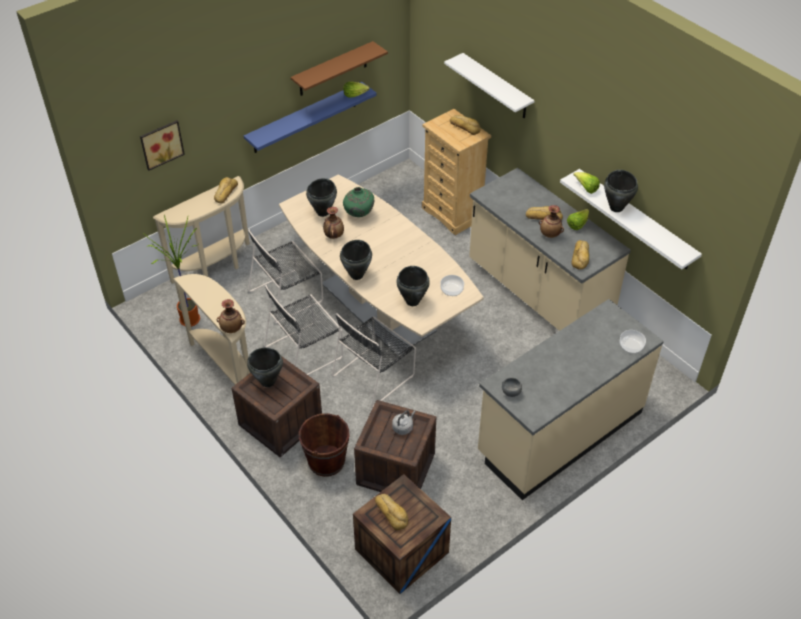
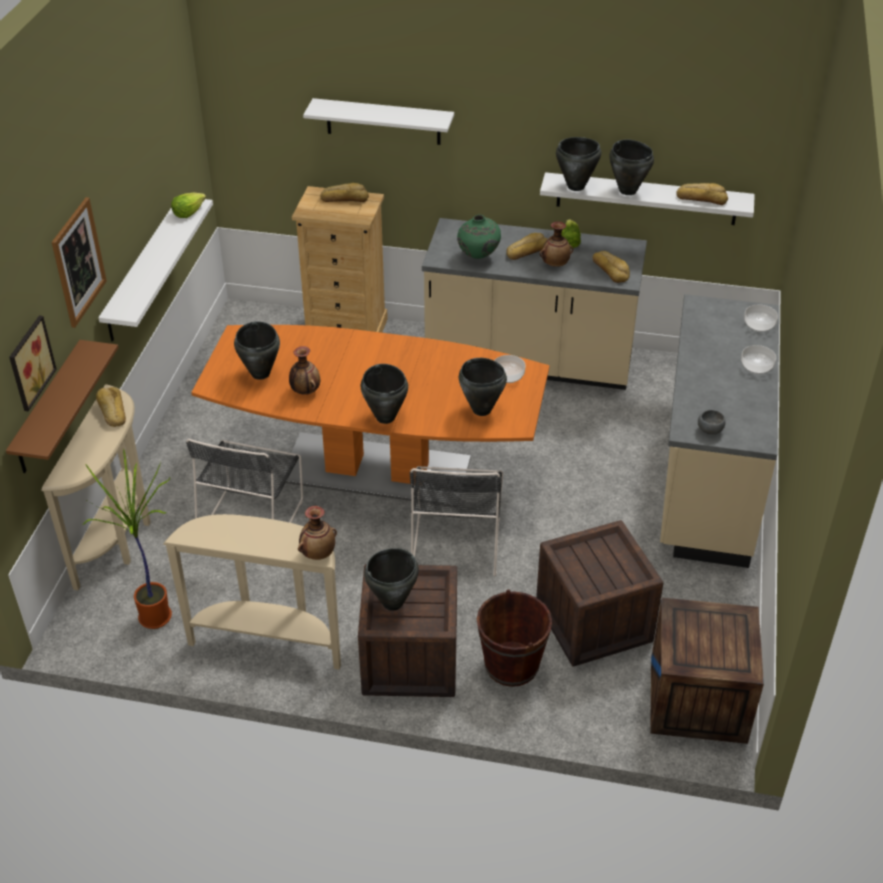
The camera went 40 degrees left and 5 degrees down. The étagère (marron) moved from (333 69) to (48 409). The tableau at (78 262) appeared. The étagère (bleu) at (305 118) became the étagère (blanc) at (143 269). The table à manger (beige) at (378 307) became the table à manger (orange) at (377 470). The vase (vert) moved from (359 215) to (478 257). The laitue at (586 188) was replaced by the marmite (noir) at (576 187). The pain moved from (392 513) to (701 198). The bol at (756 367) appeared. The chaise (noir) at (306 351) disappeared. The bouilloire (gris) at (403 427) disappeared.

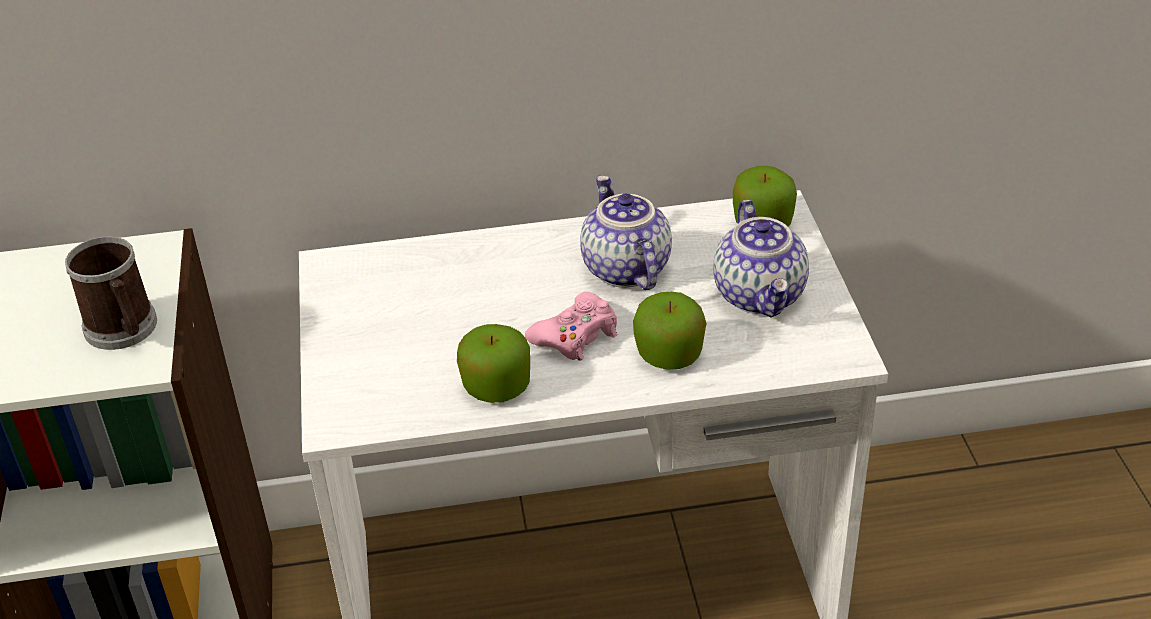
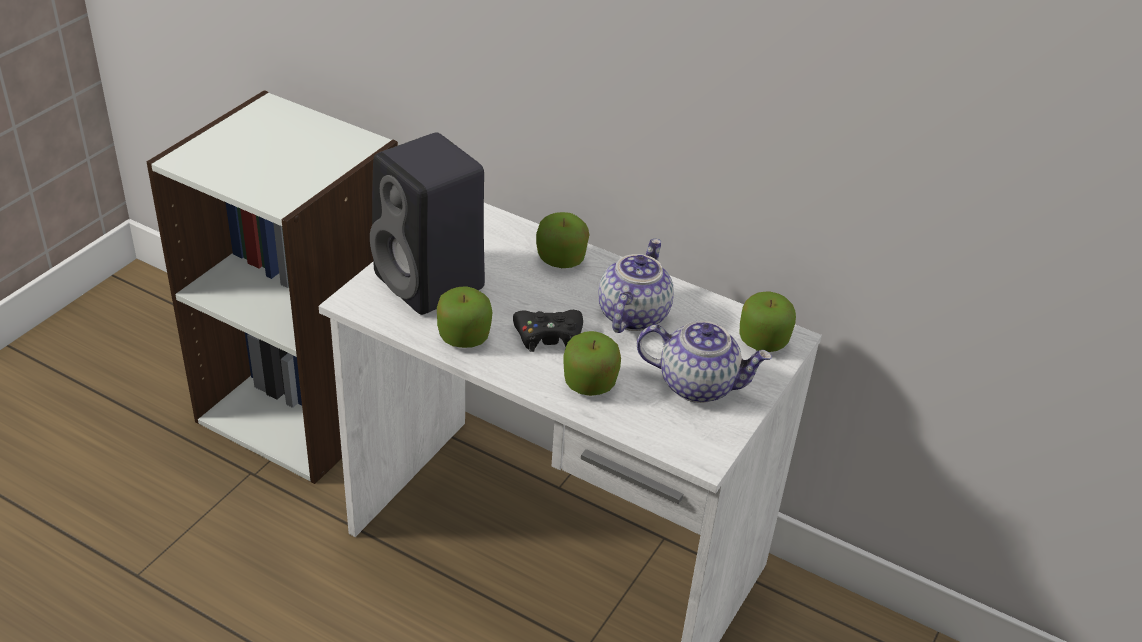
The camera went 35 degrees right and 0 degrees up. The enceinte (noir) at (432 283) appeared. The manette (rose) at (576 336) became the manette (noir) at (548 336). The pomme at (561 259) appeared. The théière at (761 295) turned 105 degrees counterclockwise. The mug at (124 330) disappeared.

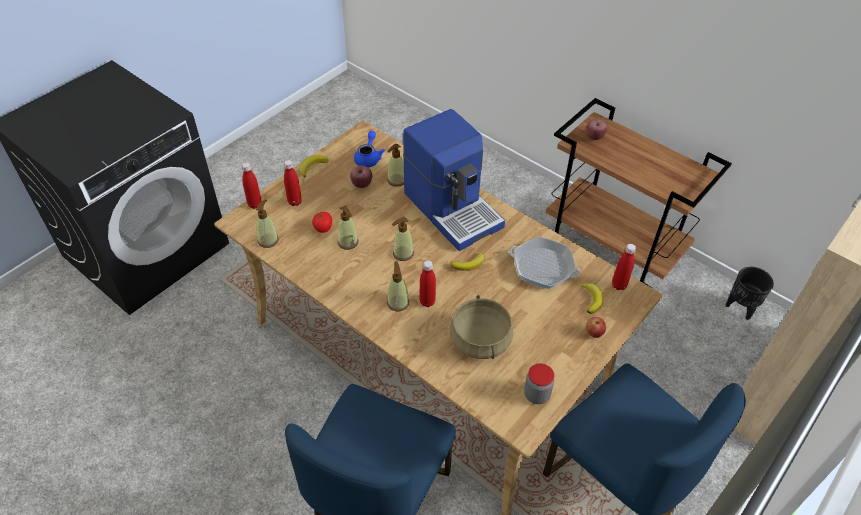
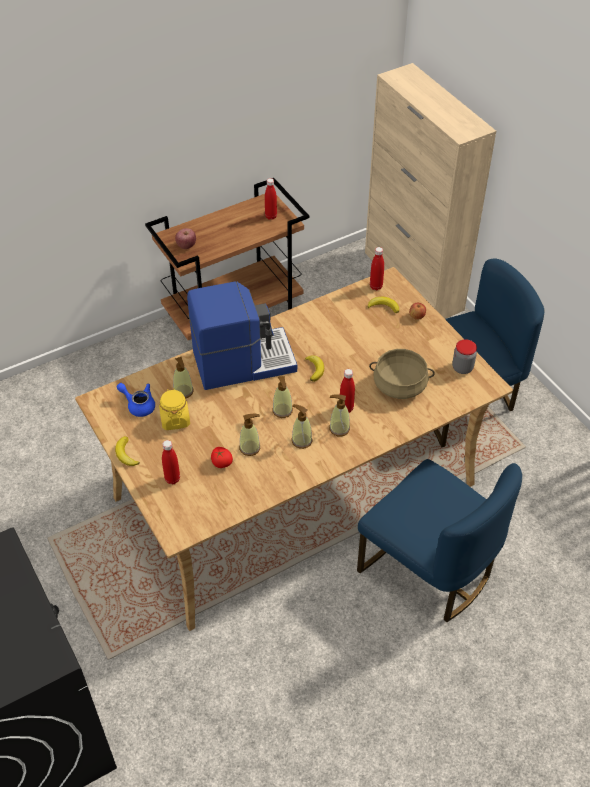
The camera went 70 degrees left and 0 degrees up. The pomme at (362 184) was replaced by the bocal (jaune) at (175 419). The bouteille (rouge) moved from (255 204) to (271 216). The distributeur de savon moved from (268 240) to (301 440). The poêle at (543 267) disappeared. The cache-pot (noir) at (740 308) disappeared.

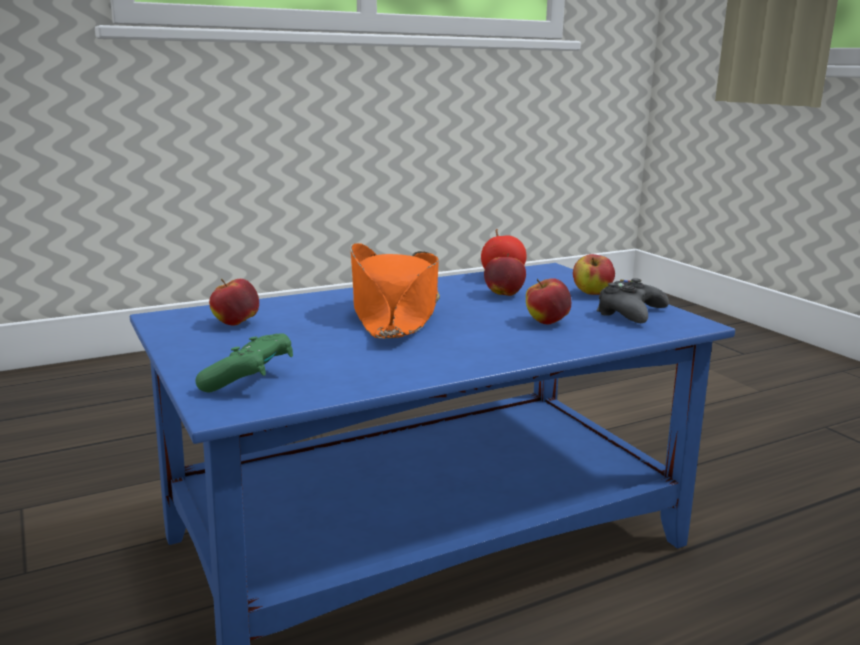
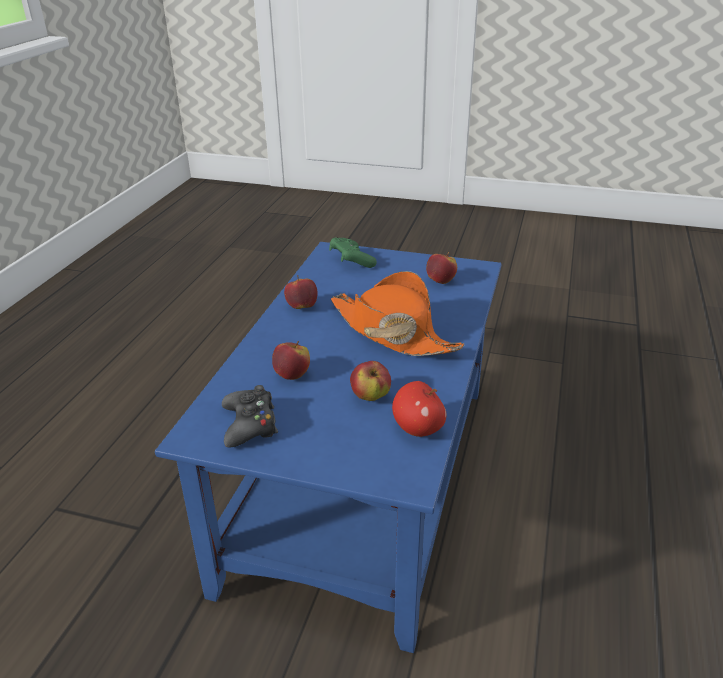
The camera went 135 degrees right and 15 degrees up. The pomme moved from (592 294) to (302 307).

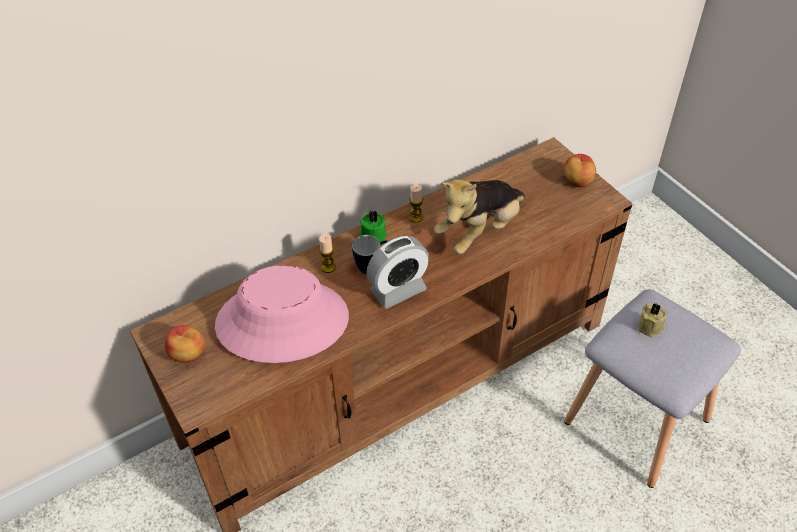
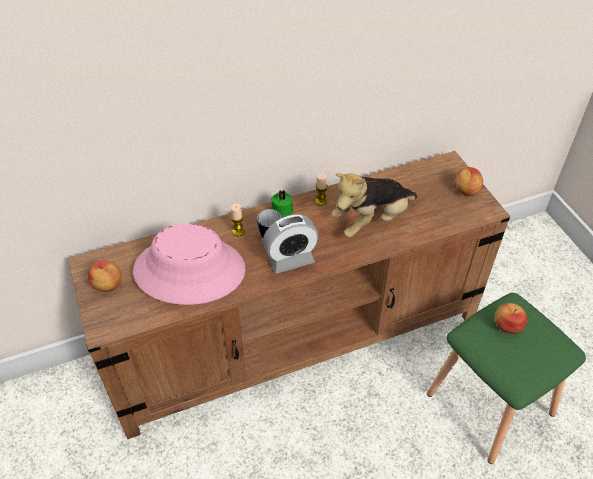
The camera went 10 degrees right and 0 degrees up. The tabouret (gris) at (636 423) became the tabouret (vert) at (489 405). The bougie (beige) at (651 327) was replaced by the pomme at (507 325).

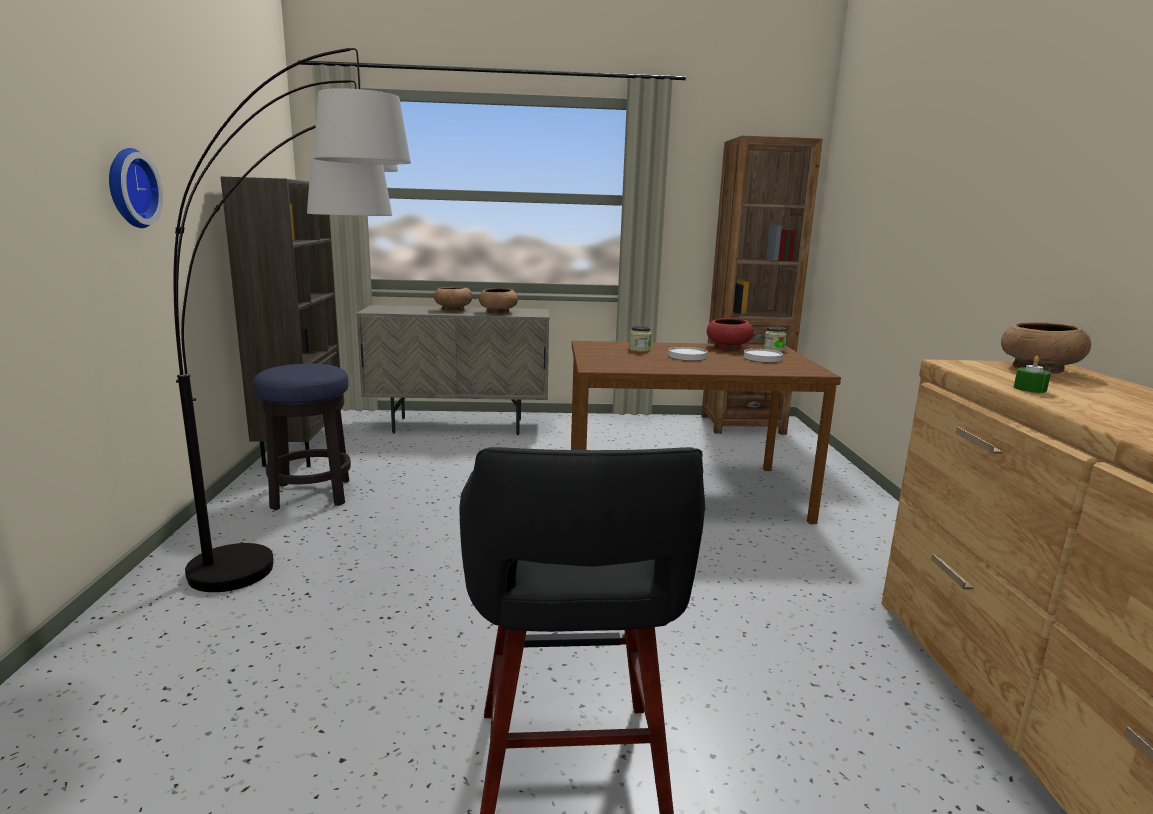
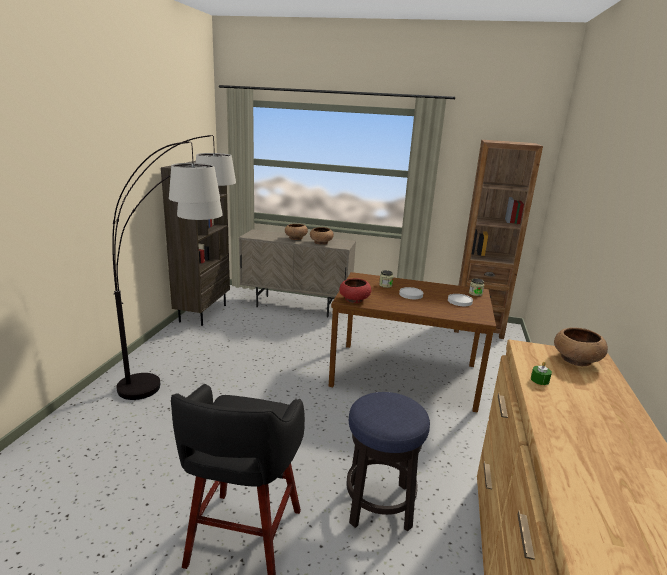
The camera went 15 degrees right and 5 degrees up. The bol (rouge) moved from (728 347) to (354 300). The tabouret moved from (311 495) to (379 505). The horloge murale at (129 188) disappeared.

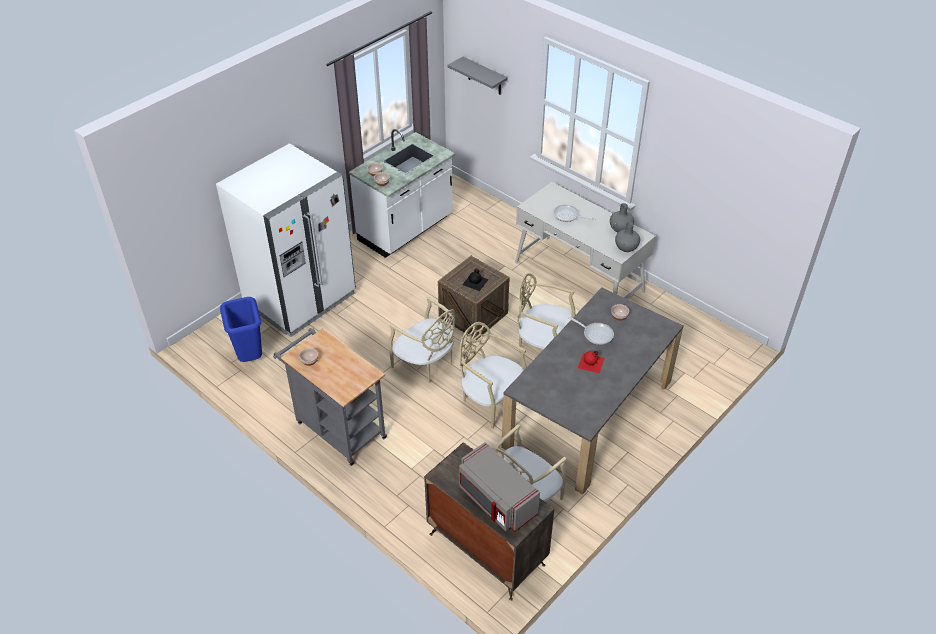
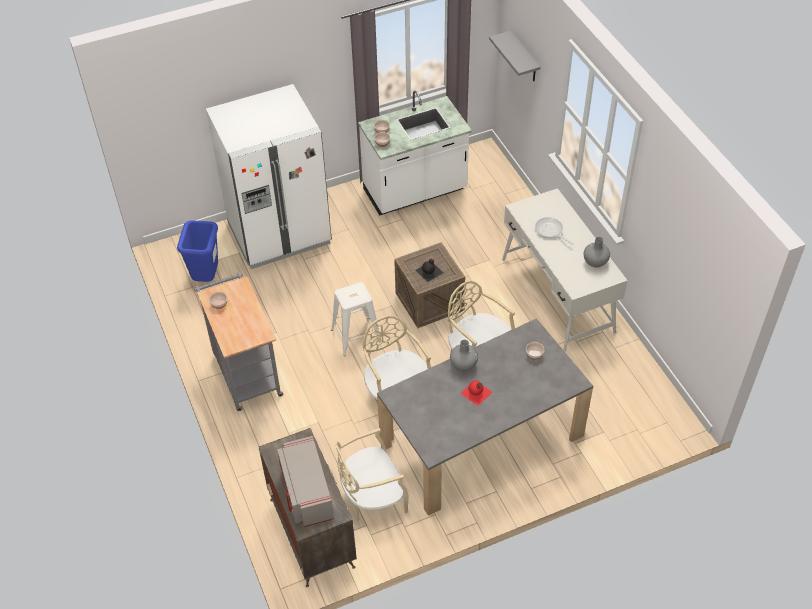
The camera went 25 degrees right and 5 degrees up. The chaise (beige) at (425 364) was replaced by the tabouret (blanc) at (356 336). The vase (gris) moved from (626 248) to (463 364). The poêle at (595 334) disappeared.

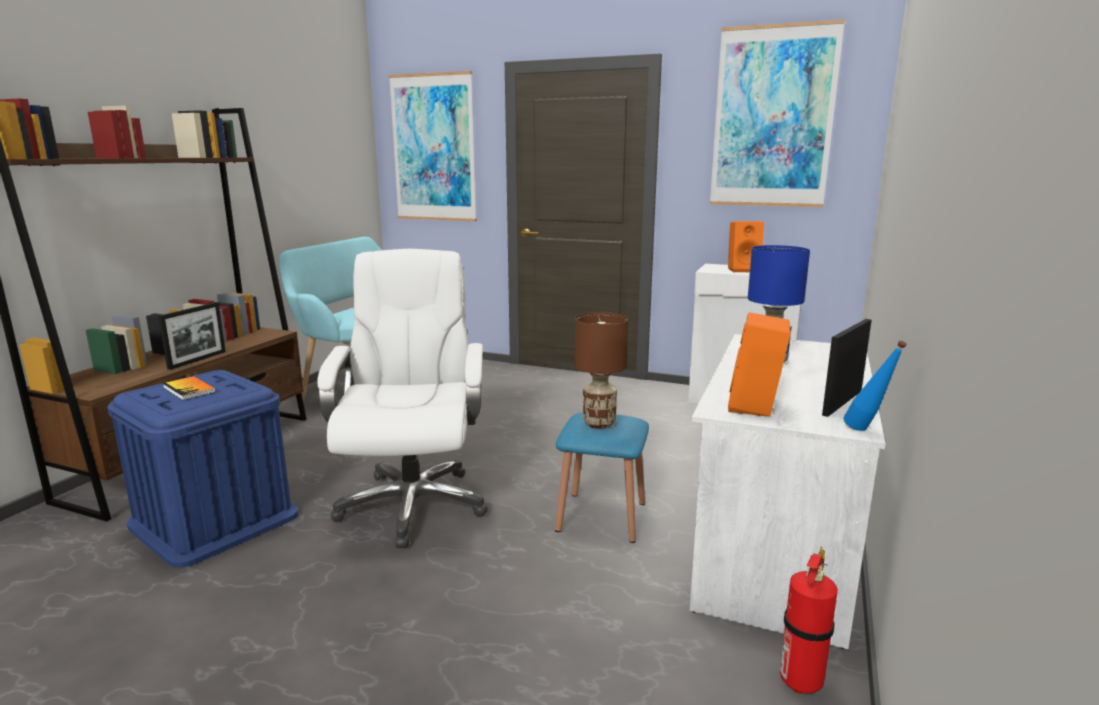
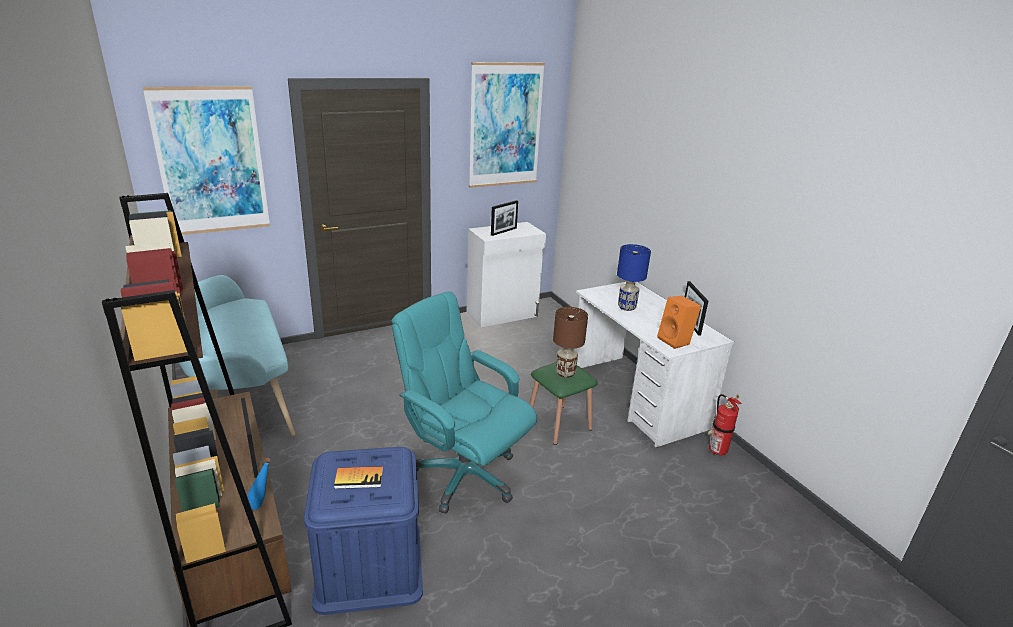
The camera went 50 degrees left and 10 degrees up. The bouteille (bleu) moved from (867 431) to (262 507). The chaise de bureau (blanc) at (412 504) became the chaise de bureau (turquoise) at (463 475). The enceinte (orange) at (744 270) was replaced by the cadre photo at (503 231). The tabouret (bleu) at (601 516) became the tabouret (vert) at (559 424).

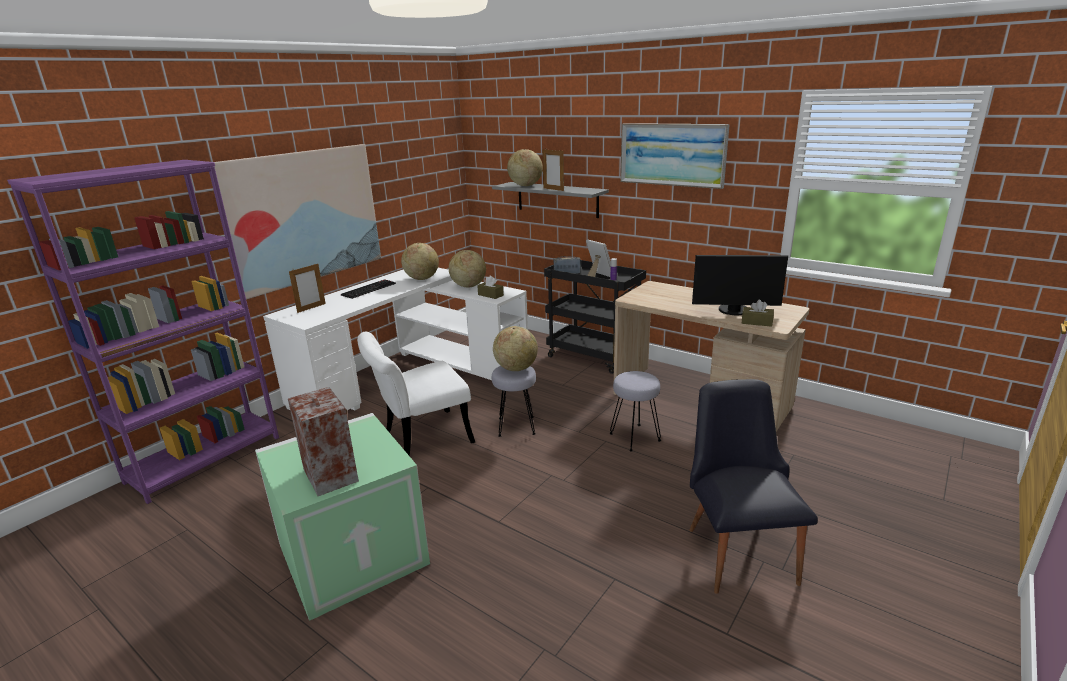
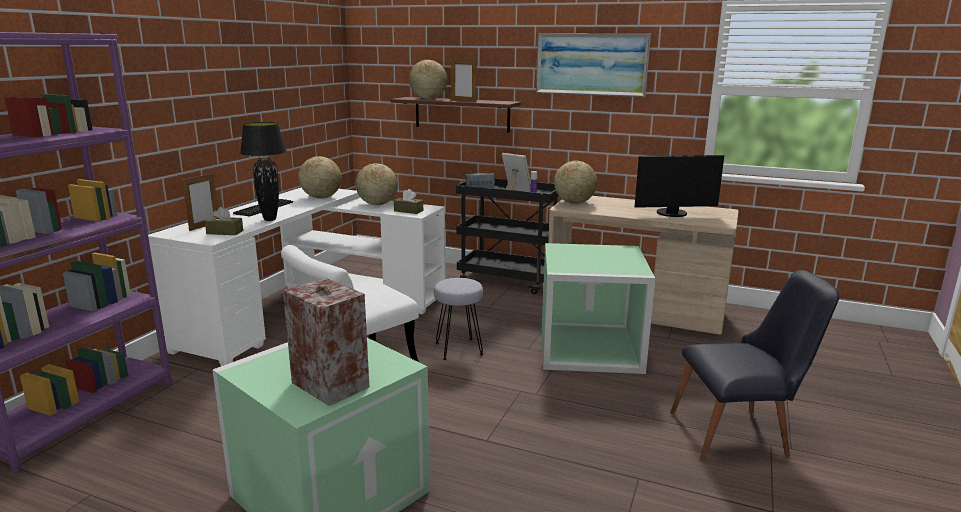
The camera went 15 degrees left and 5 degrees down. The boîte à mouchoirs (marron) moved from (756 322) to (225 232). The lampe de table (noir) at (269 219) appeared. The étagère (gris) at (557 199) became the étagère (marron) at (461 114). The tabouret (gris) at (634 437) was replaced by the boîte de rangement (vert) at (588 349). The globe moved from (516 368) to (574 202). The chaise (noir) at (737 547) turned 105 degrees clockwise. The tableau at (304 216) disappeared.

